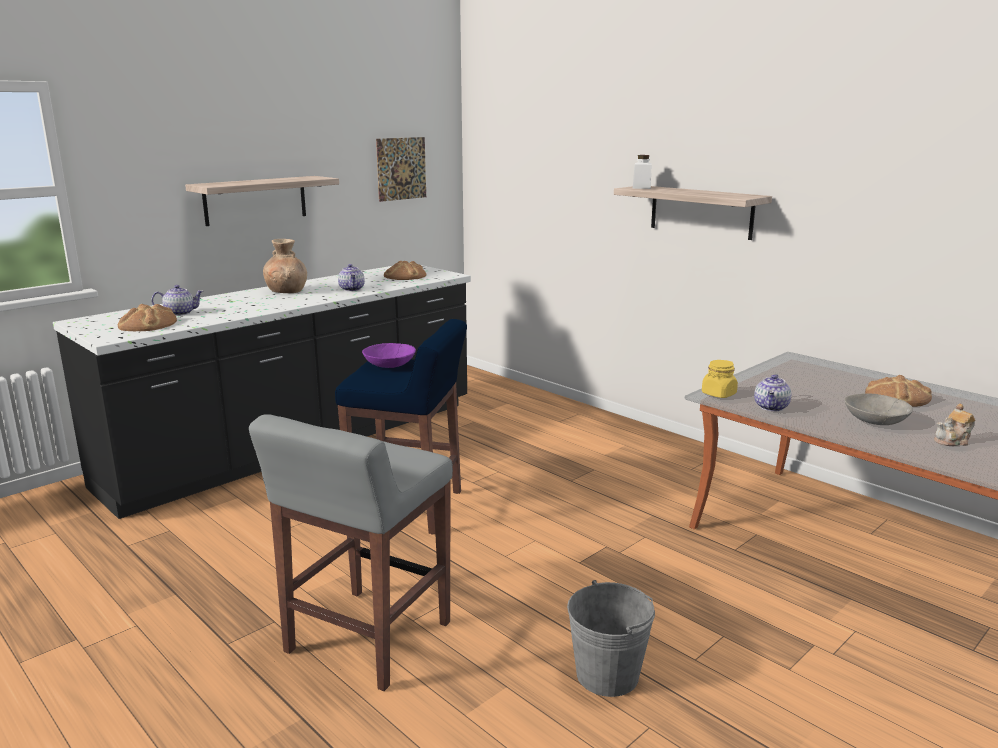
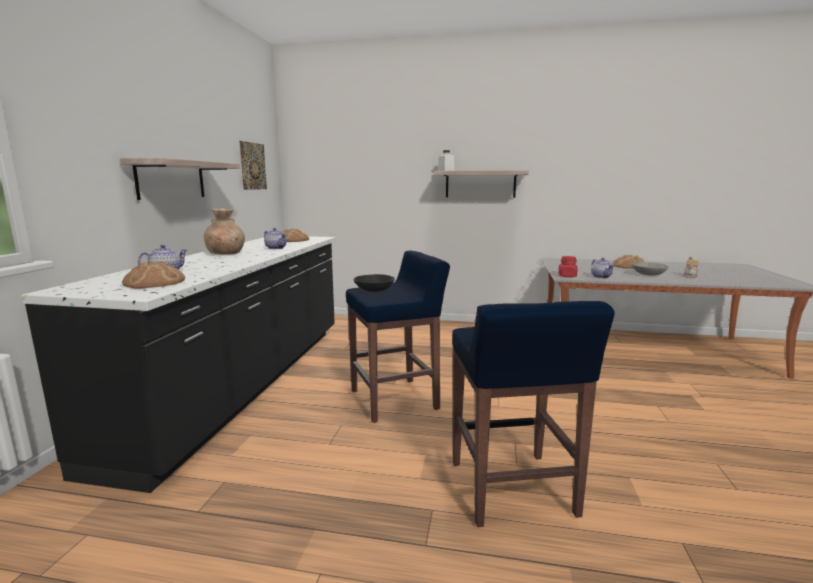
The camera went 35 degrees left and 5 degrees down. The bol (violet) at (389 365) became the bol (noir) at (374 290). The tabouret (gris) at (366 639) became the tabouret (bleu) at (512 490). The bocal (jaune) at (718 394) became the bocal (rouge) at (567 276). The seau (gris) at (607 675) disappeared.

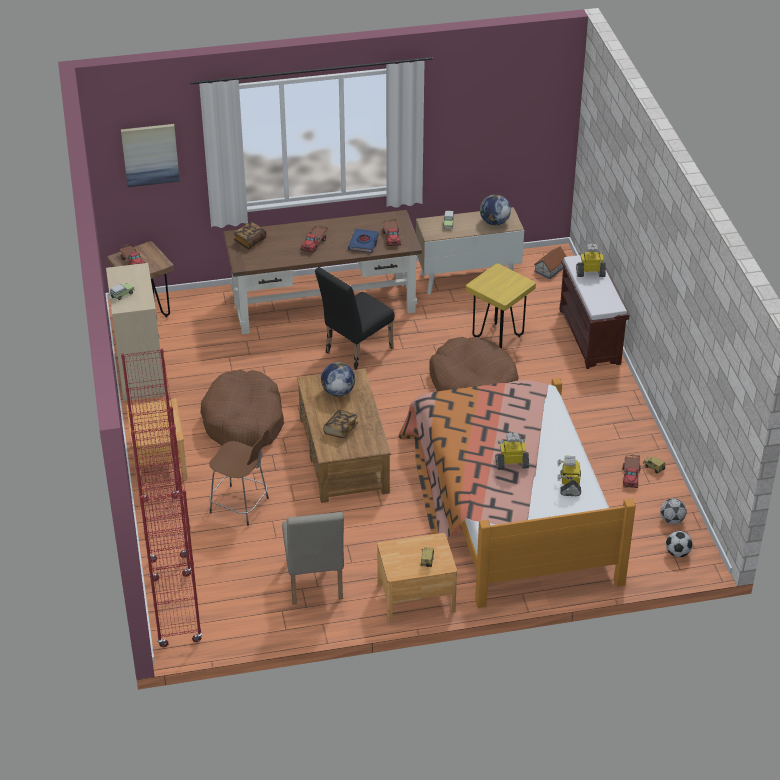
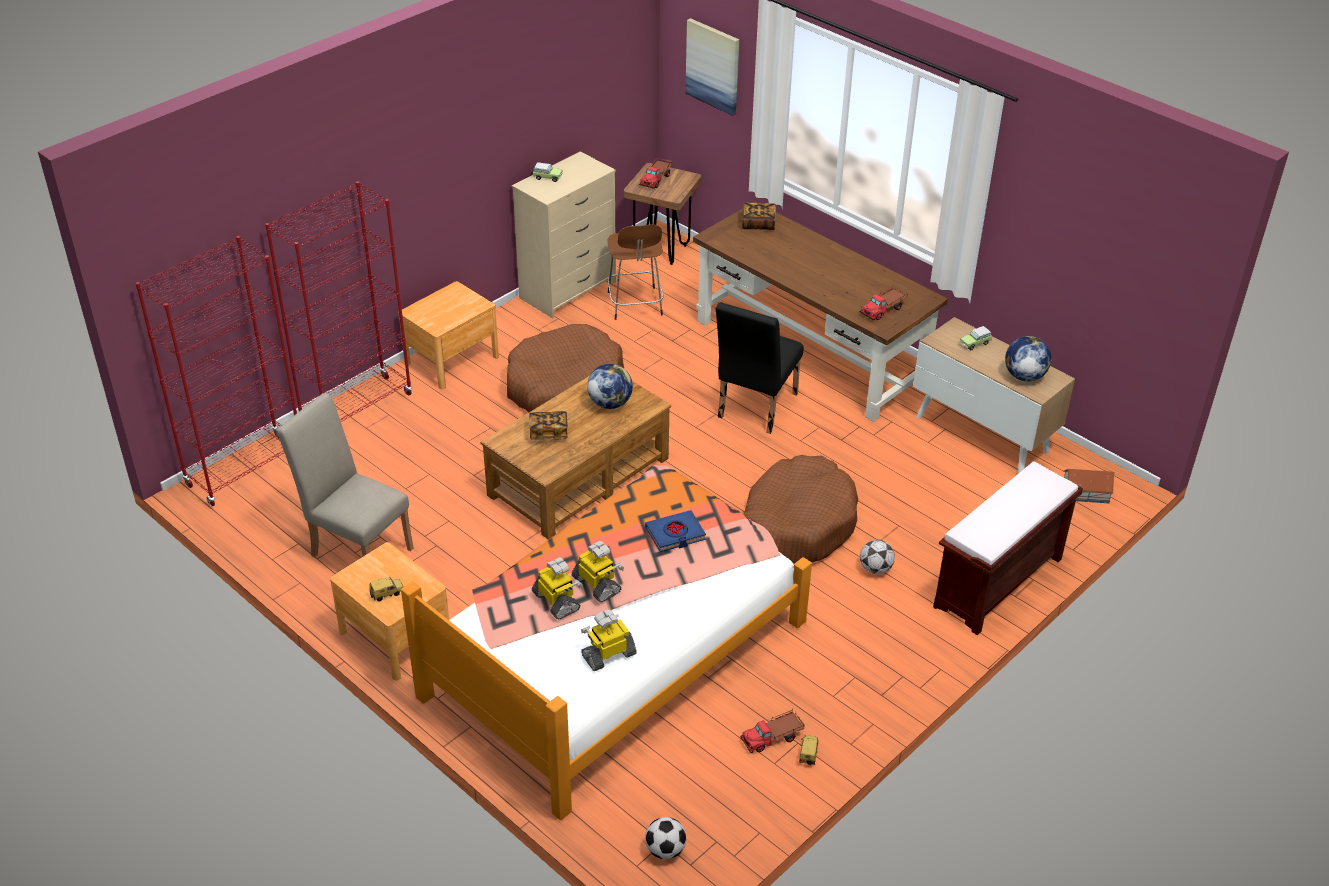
The camera went 55 degrees right and 0 degrees up. The chaise (beige) at (314 584) turned 75 degrees clockwise. The robot jouet moved from (590 273) to (557 601). The tabouret (marron) moved from (241 506) to (635 305). The livre (bleu) moved from (363 243) to (675 534). The chaise (noir) at (355 352) turned 75 degrees counterclockwise. The ballon de foot moved from (672 520) to (875 569). The camion jouet at (314 243) disappeared. The tabouret (jaune) at (498 337) disappeared.

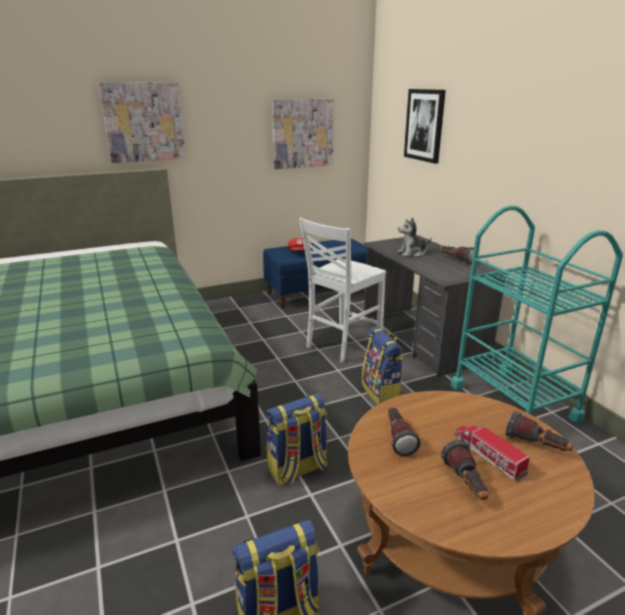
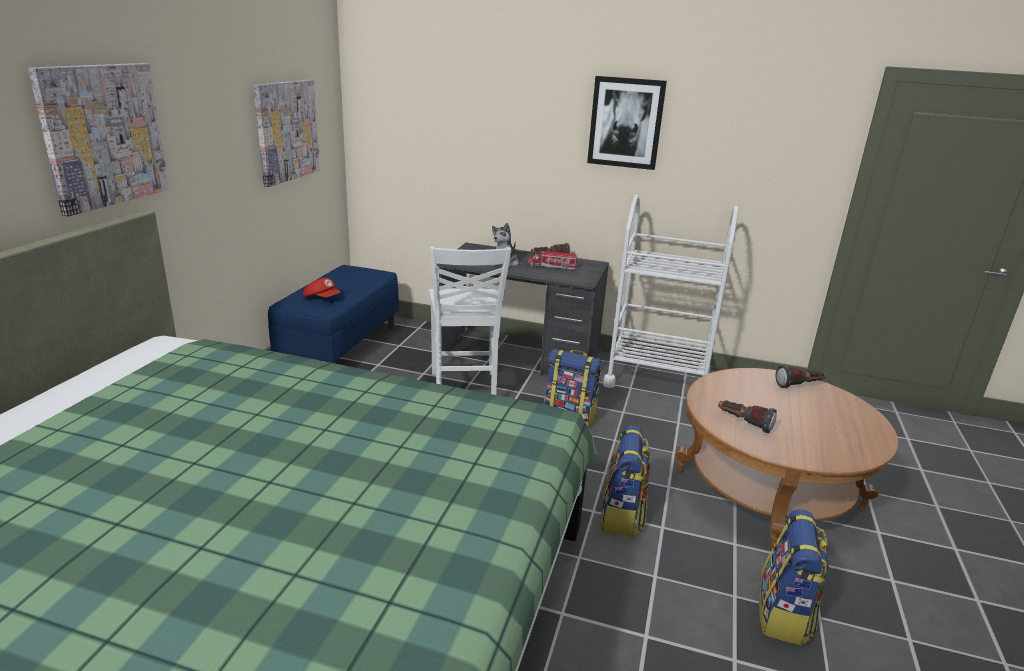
The camera went 50 degrees left and 0 degrees up. The camion jouet moved from (488 456) to (552 266). The tableau moved from (424 125) to (625 123). The chariot (turquoise) at (513 402) became the chariot (blanc) at (657 379). The lampe de poche at (466 484) disappeared.

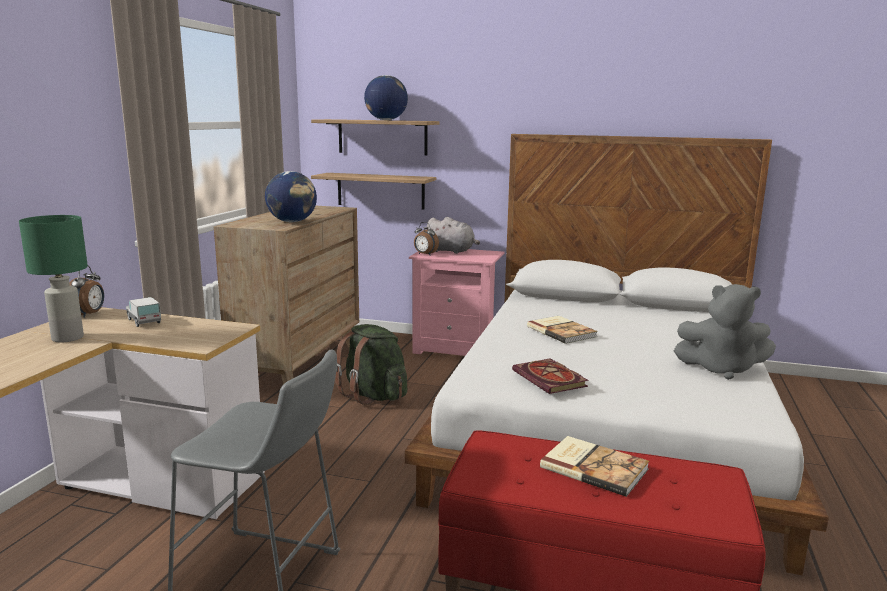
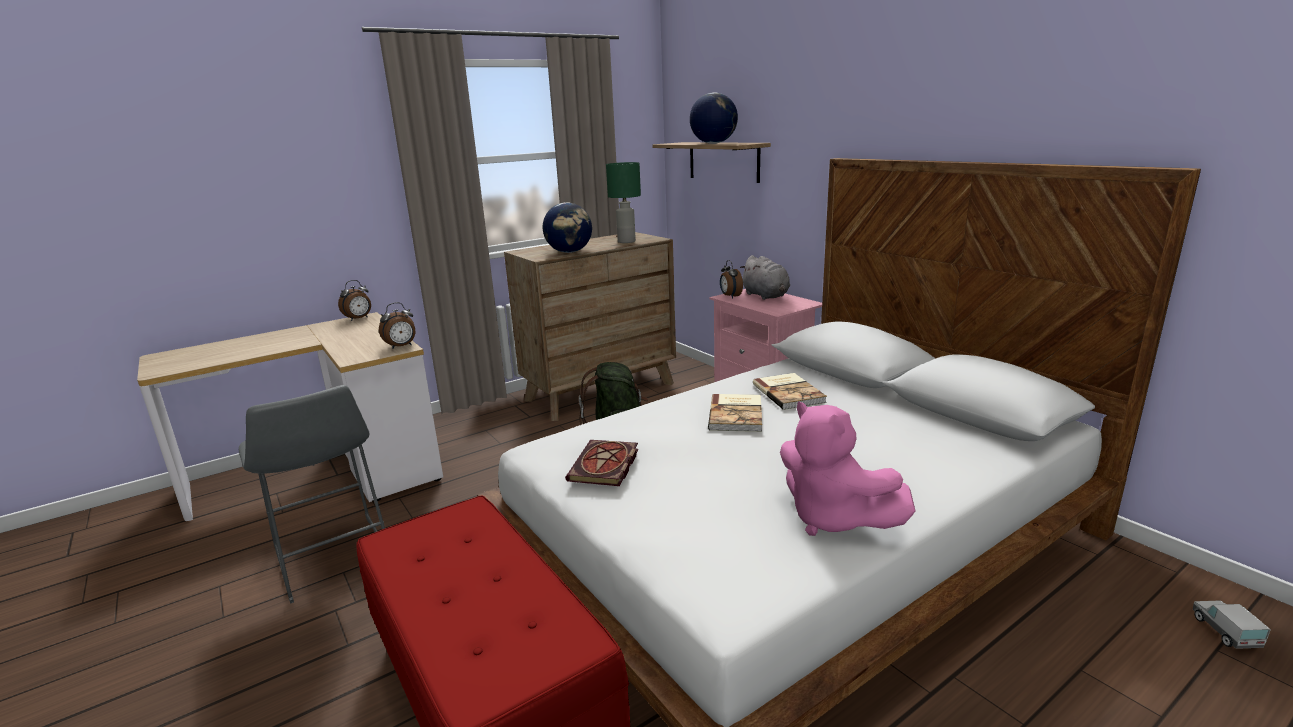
The camera went 40 degrees right and 5 degrees up. The réveil at (401 347) appeared. The lampe de table (vert) moved from (66 338) to (626 241). The livre moved from (594 467) to (789 393). The peluche (gris) at (721 369) became the peluche (rose) at (832 518). The camion jouet moved from (144 321) to (1225 632). The étagère at (380 190) disappeared.

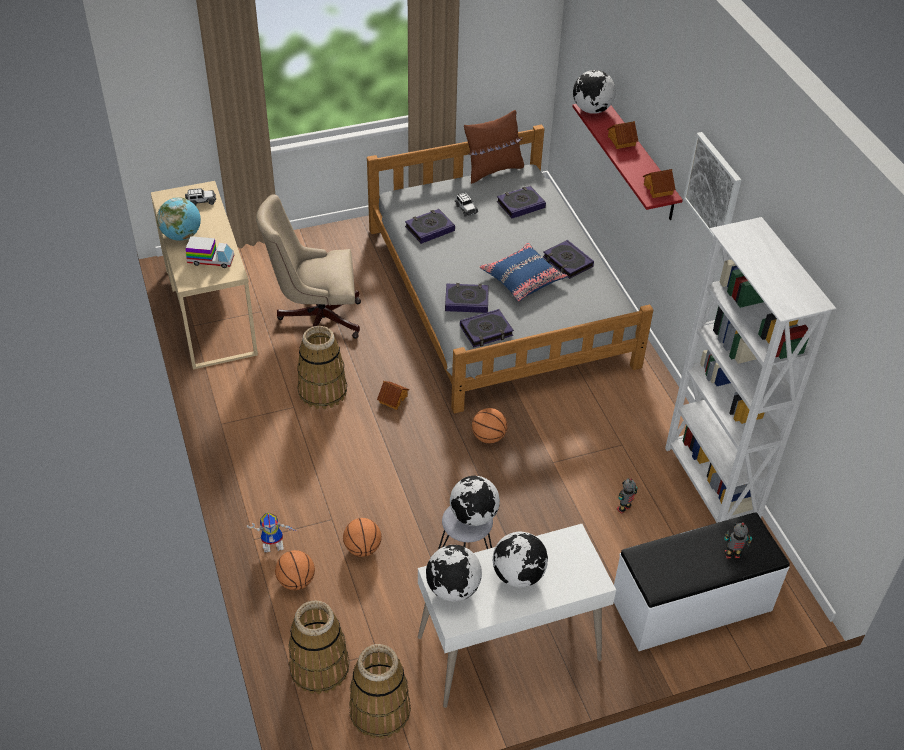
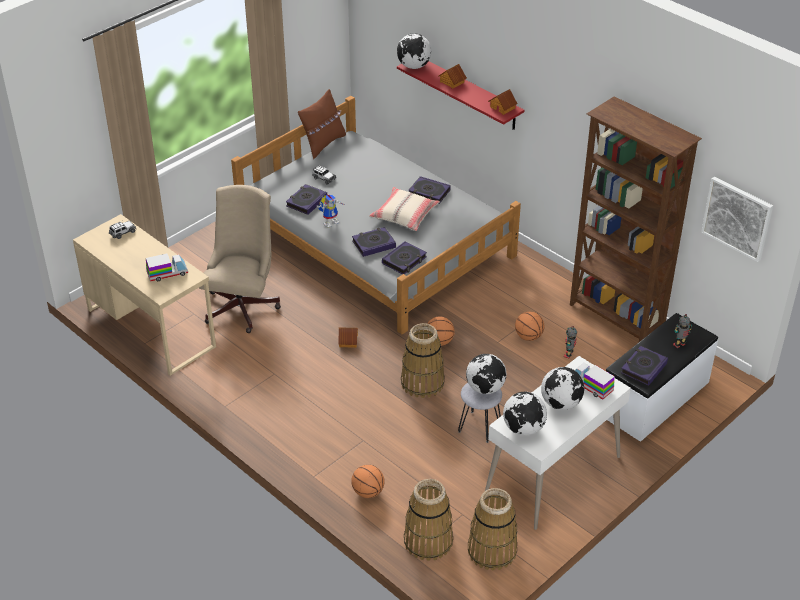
The camera went 25 degrees left and 5 degrees down. The chaise de bureau (beige) at (315 319) turned 135 degrees clockwise. The robot jouet moved from (274 544) to (331 222). The coussin (bleu) at (522 279) became the coussin (beige) at (404 215). The panier moved from (323 391) to (422 382). The ballon de basket moved from (362 548) to (528 336). The bibliothèque (blanc) at (710 485) became the bibliothèque (marron) at (616 317). The camion jouet at (591 386) appeared. The livre moved from (520 205) to (643 368). The tableau moved from (713 188) to (737 218). The globe at (182 236) disappeared.

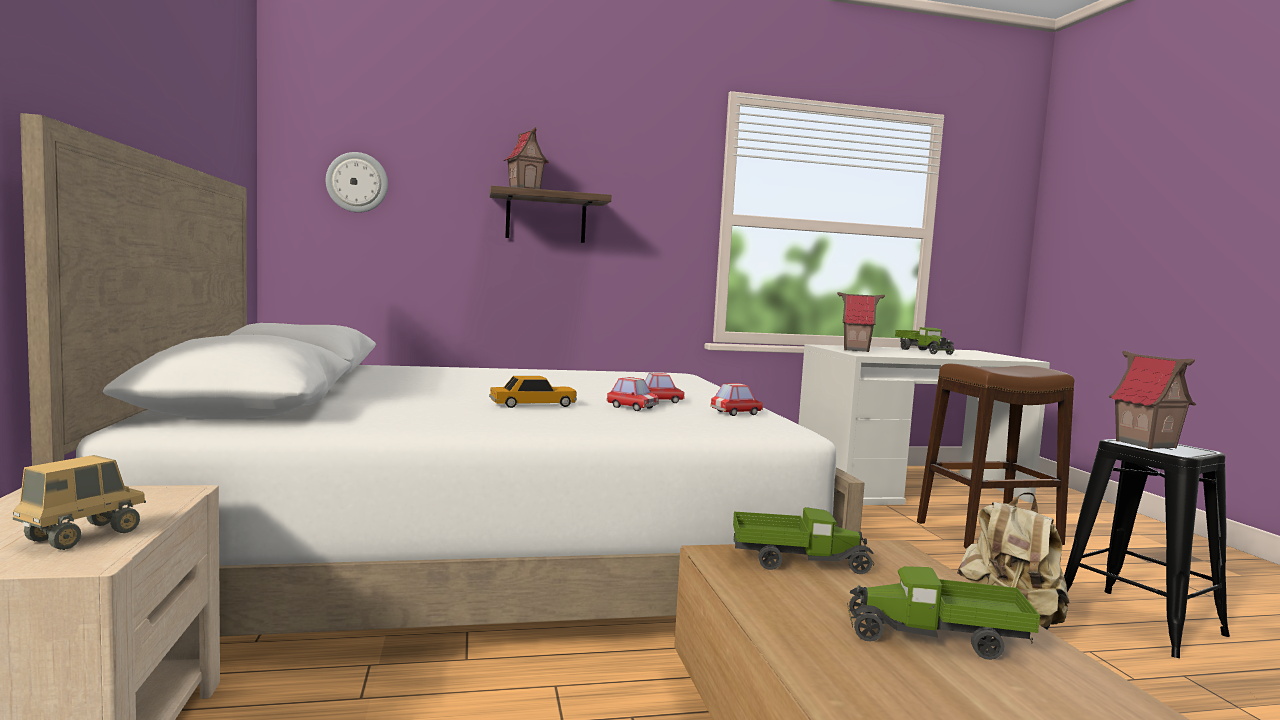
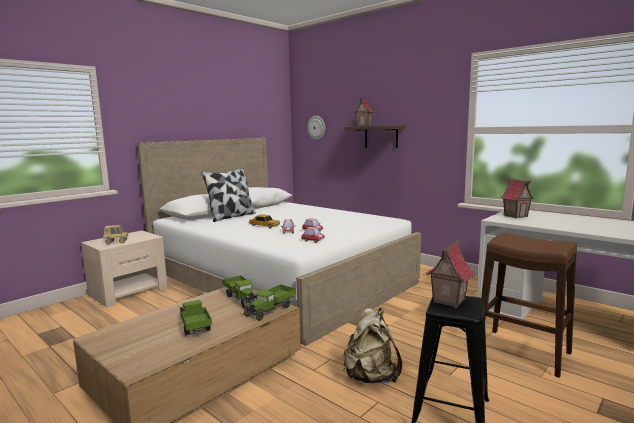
The camera went 55 degrees right and 5 degrees up. The coussin at (231 217) appeared. The camion jouet moved from (923 351) to (271 310).

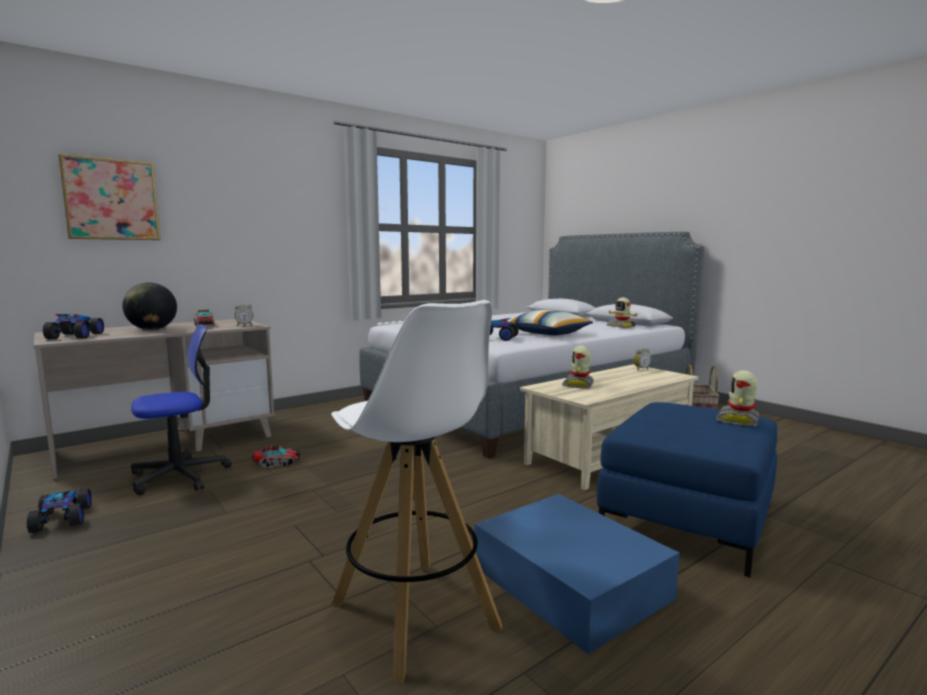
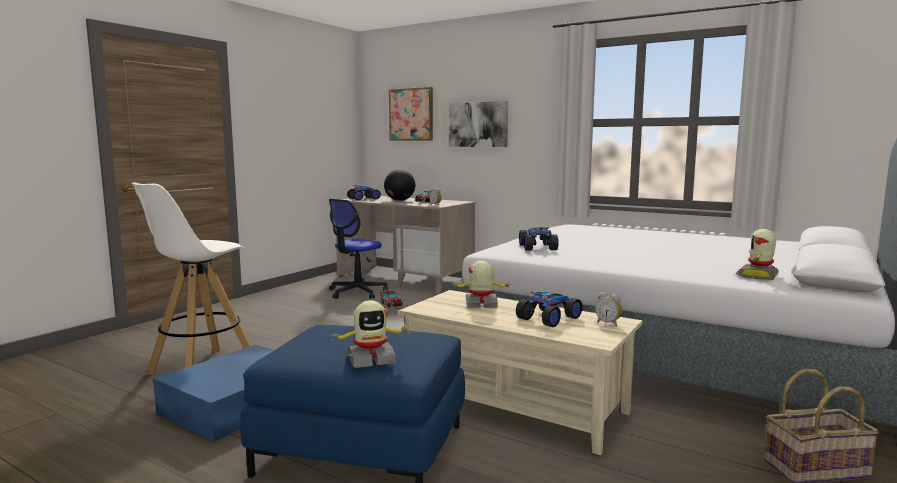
The camera went 70 degrees right and 0 degrees up. The robot jouet at (739 420) turned 150 degrees clockwise. The chaise de bureau at (180 476) turned 90 degrees clockwise. The tableau at (478 124) appeared. The petite voiture moved from (63 519) to (549 318). The coussin at (549 333) disappeared.

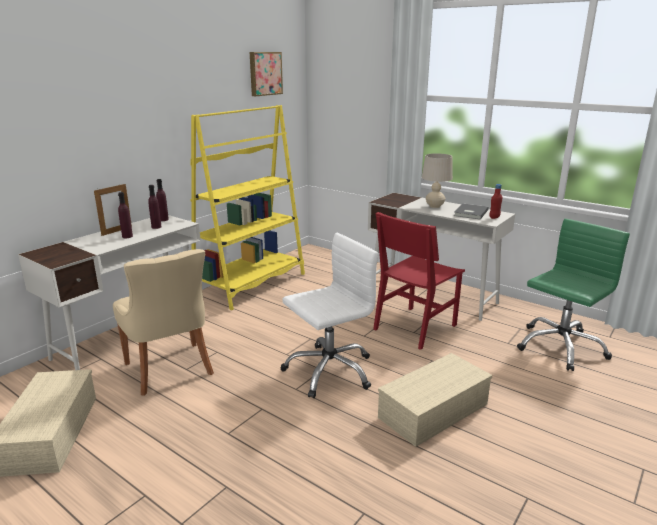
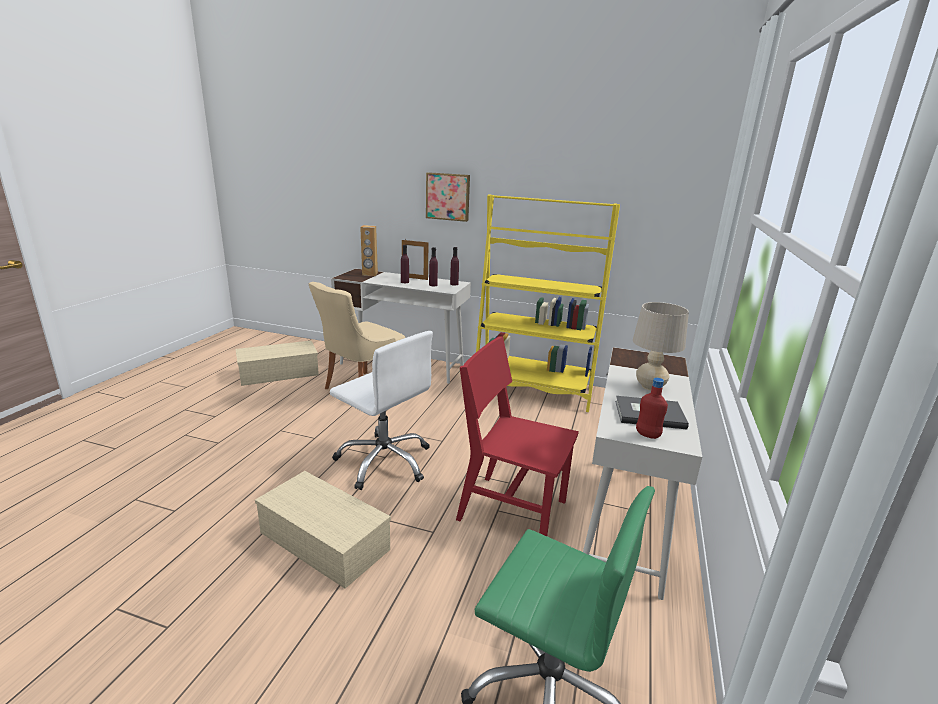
The camera went 70 degrees right and 0 degrees up. The enceinte (marron) at (370 274) appeared. The tableau moved from (265 73) to (448 196).

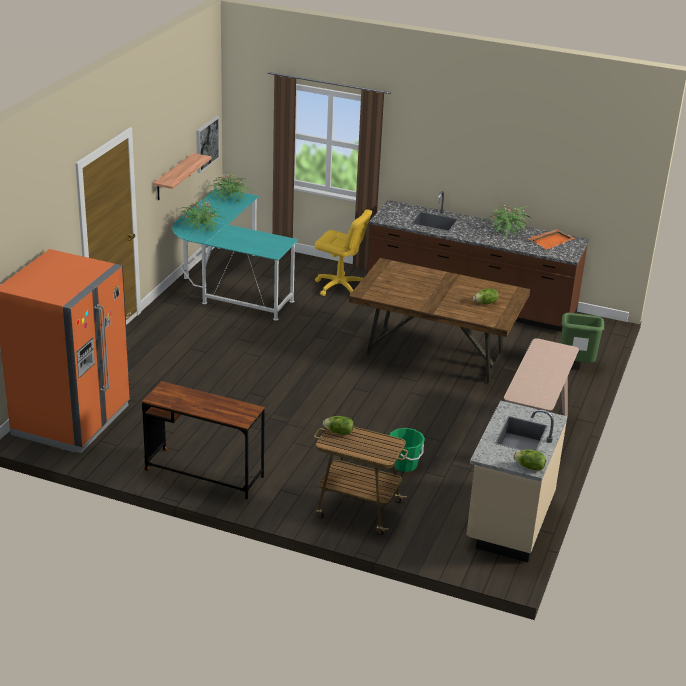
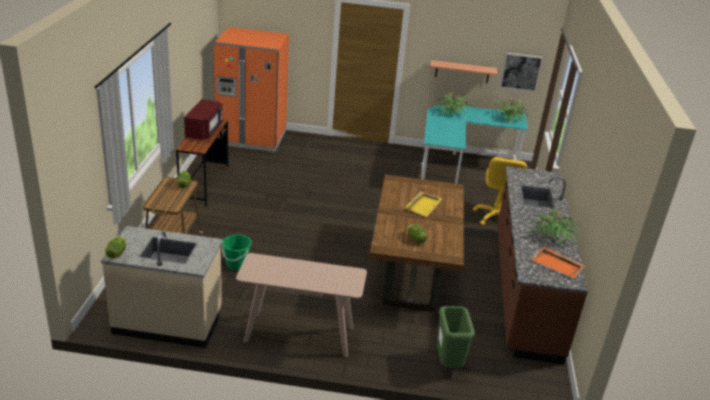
The camera went 75 degrees right and 0 degrees up. The micro-ondes (rouge) at (204 131) appeared. The plateau (jaune) at (423 205) appeared.

